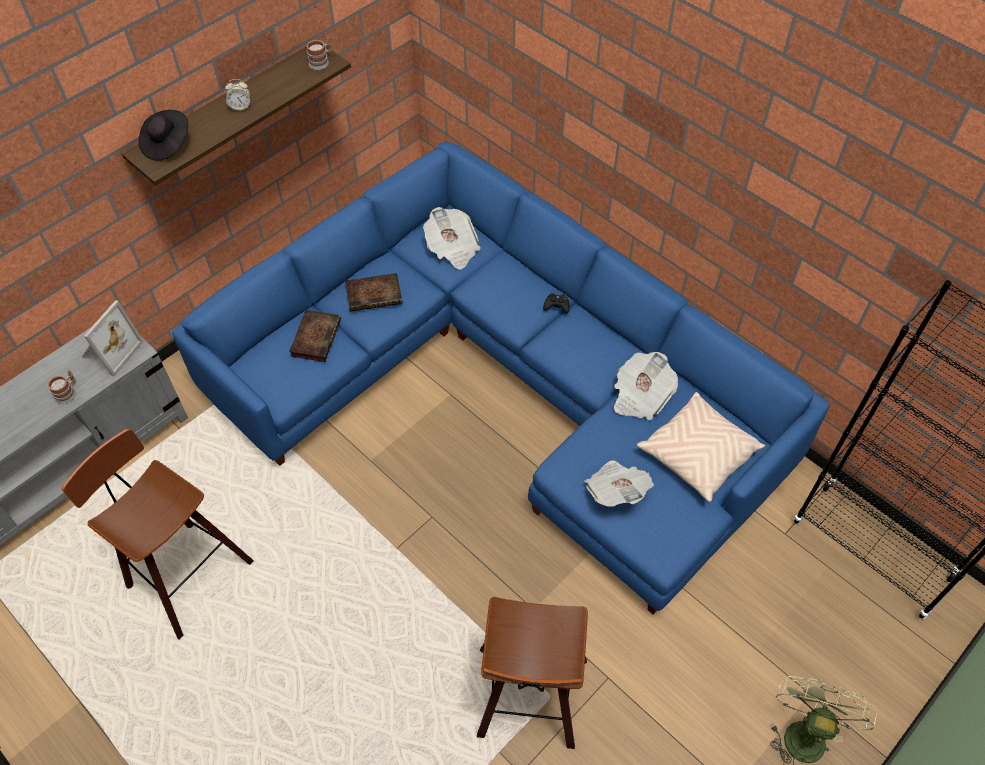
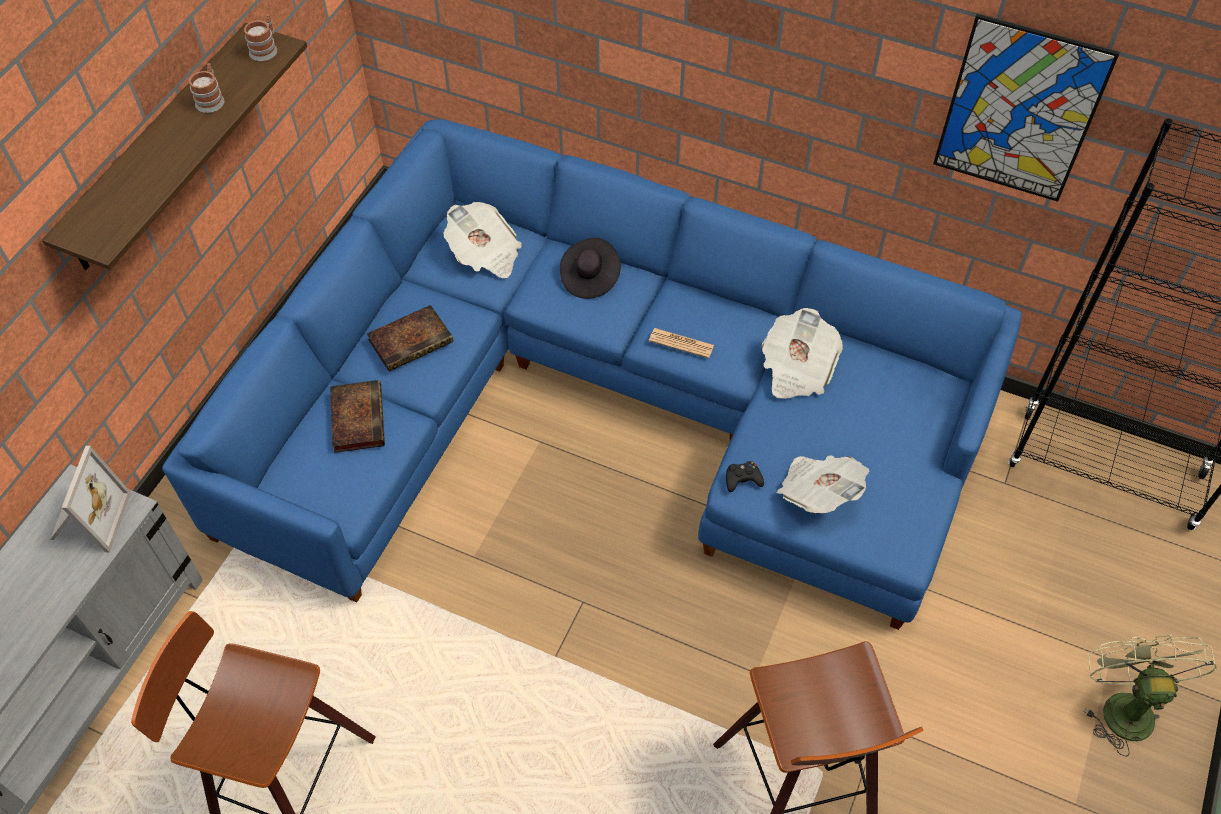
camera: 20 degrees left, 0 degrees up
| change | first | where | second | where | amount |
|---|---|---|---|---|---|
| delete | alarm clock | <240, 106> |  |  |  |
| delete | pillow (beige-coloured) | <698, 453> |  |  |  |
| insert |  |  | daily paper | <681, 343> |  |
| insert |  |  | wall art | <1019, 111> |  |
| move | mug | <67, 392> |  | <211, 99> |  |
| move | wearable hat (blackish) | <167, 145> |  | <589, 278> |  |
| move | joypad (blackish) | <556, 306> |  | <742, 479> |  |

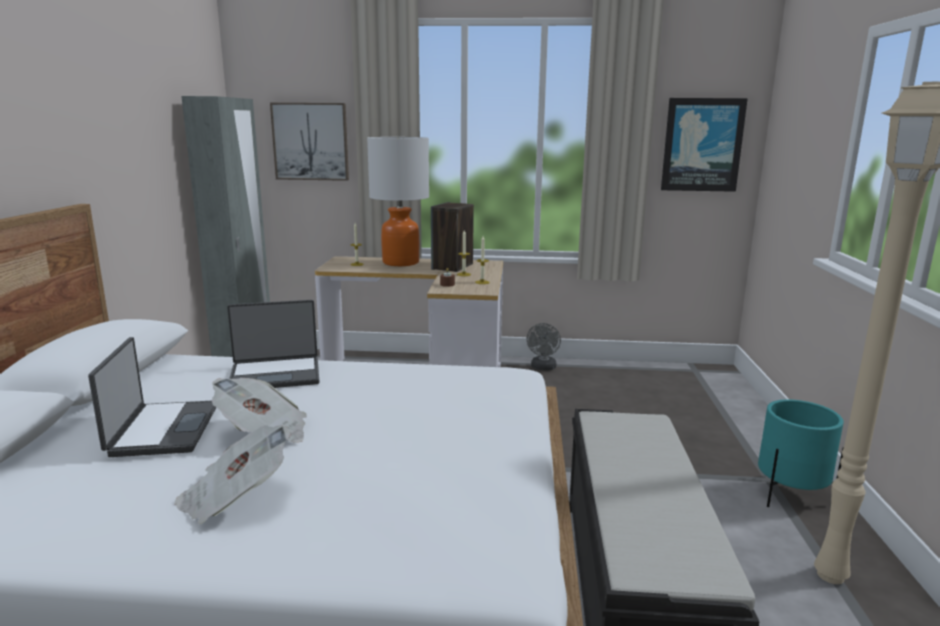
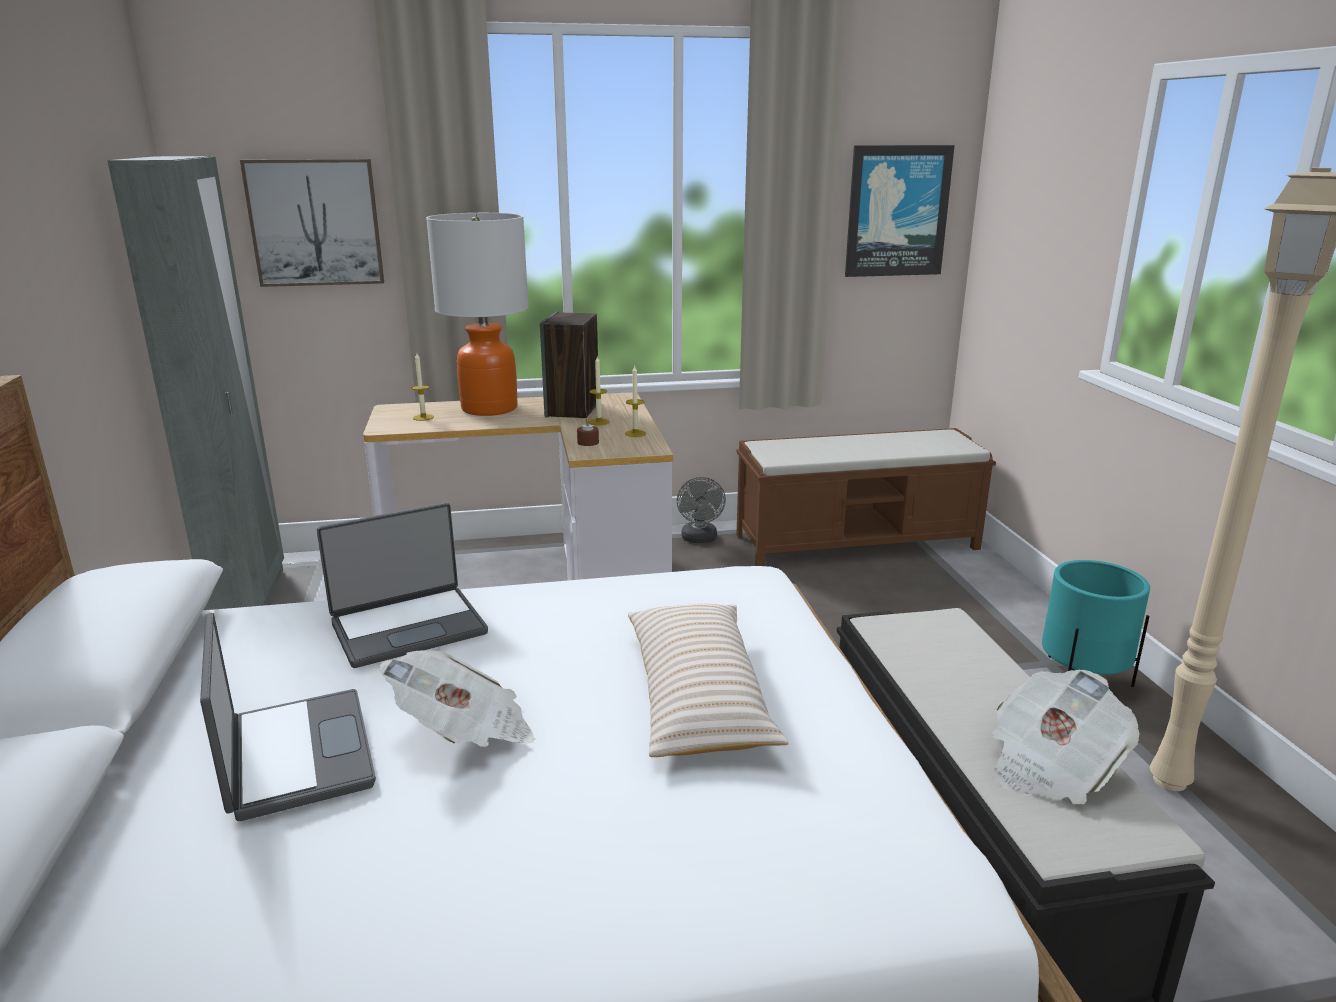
camera: 15 degrees left, 5 degrees up
| change | first | where | second | where | amount |
|---|---|---|---|---|---|
| insert |  |  | pillow (beige-coloured) | <698, 697> |  |
| insert |  |  | indoor bench (brown) | <858, 542> |  |
| move | daily paper | <235, 498> |  | <1050, 766> |  |

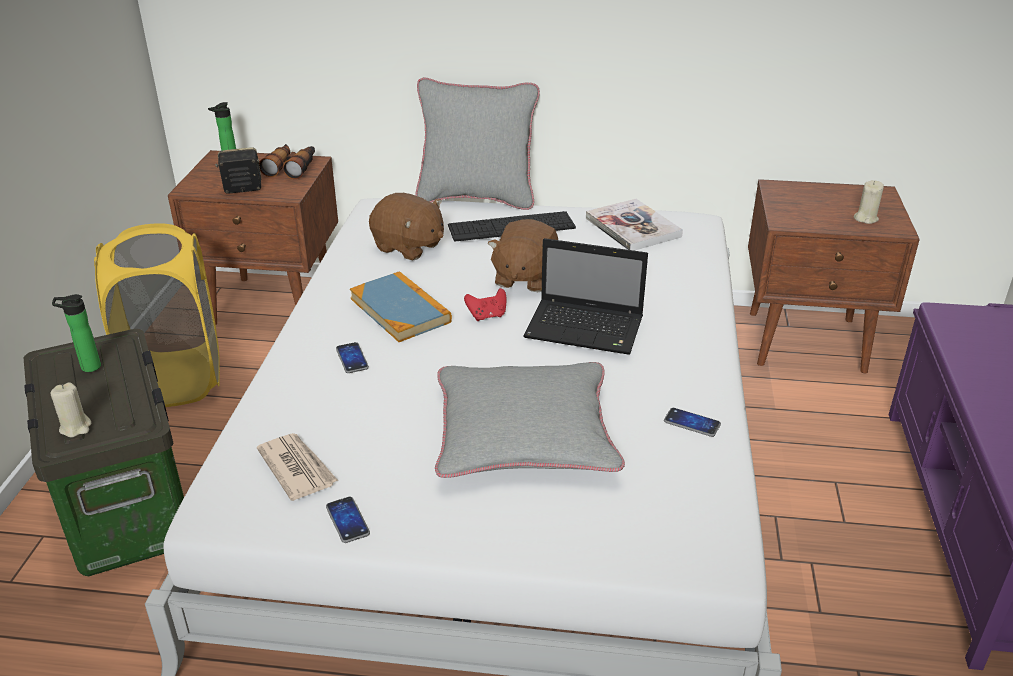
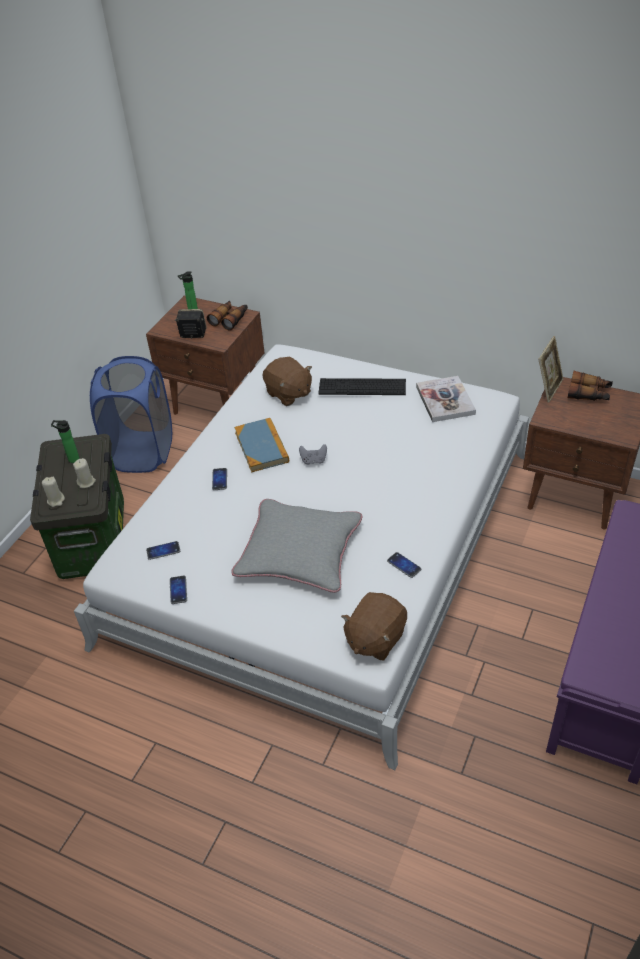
camera: 20 degrees right, 10 degrees up
| change | first | where | second | where | amount |
|---|---|---|---|---|---|
| delete | pillow (greyish) | <477, 197> |  |  |  |
| delete | notebook computer | <586, 329> |  |  |  |
| insert |  |  | standing frame | <548, 388> |  |
| insert |  |  | binoculars | <589, 393> |  |
| move | soft toy (brown) | <524, 278> |  | <375, 638> |  |
| move | wax candle (beige-coloured) | <865, 218> |  | <86, 482> |  |
| replace | daily paper | <297, 468> | handset | <163, 551> |  |
| recolor | hamper (yellowish) | <176, 378> | hamper (bluish) | <142, 452> |  |
| recolor | joypad (reddish) | <487, 316> | joypad (greyish) | <313, 461> |  |

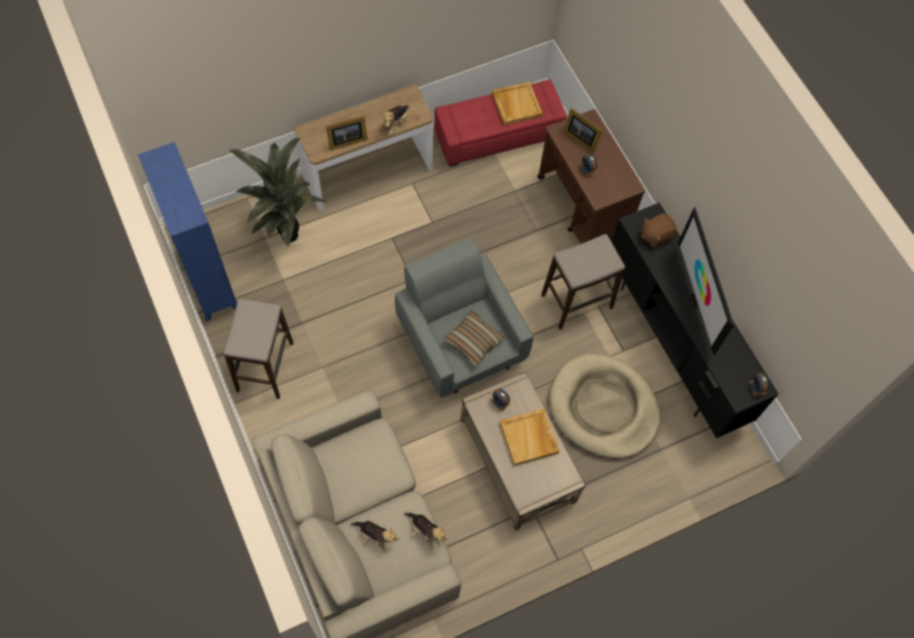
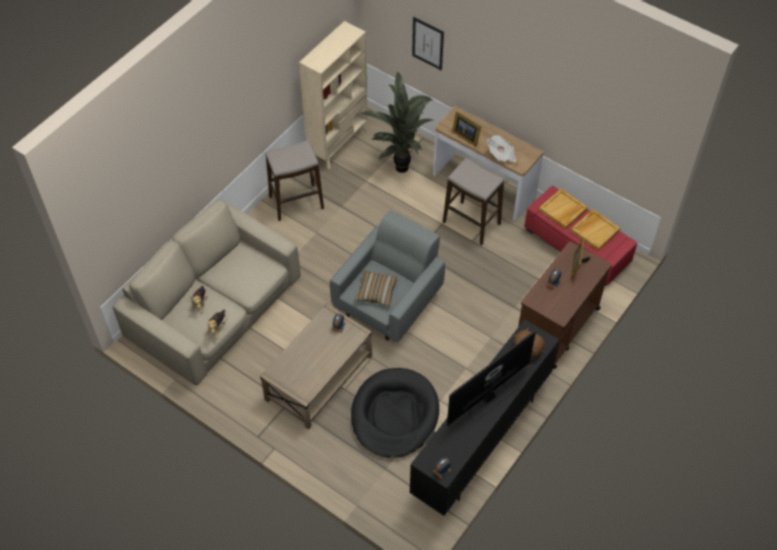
camera: 65 degrees right, 10 degrees down
| change | first | where | second | where | amount |
|---|---|---|---|---|---|
| insert |  |  | wall art | <428, 43> |  |
| move | serving tray (beige-coloured) | <529, 438> |  | <562, 210> |  |
| move | stool | <576, 301> |  | <471, 223> |  |
| replace | soft toy | <395, 123> | daily paper | <501, 155> |  |
| recolor | bookcase (bluish) | <209, 280> | bookcase (beige-coloured) | <338, 143> |  |
| recolor | dog cushion (beige-coloured) | <603, 408> | dog cushion (blackish) | <394, 415> |  |

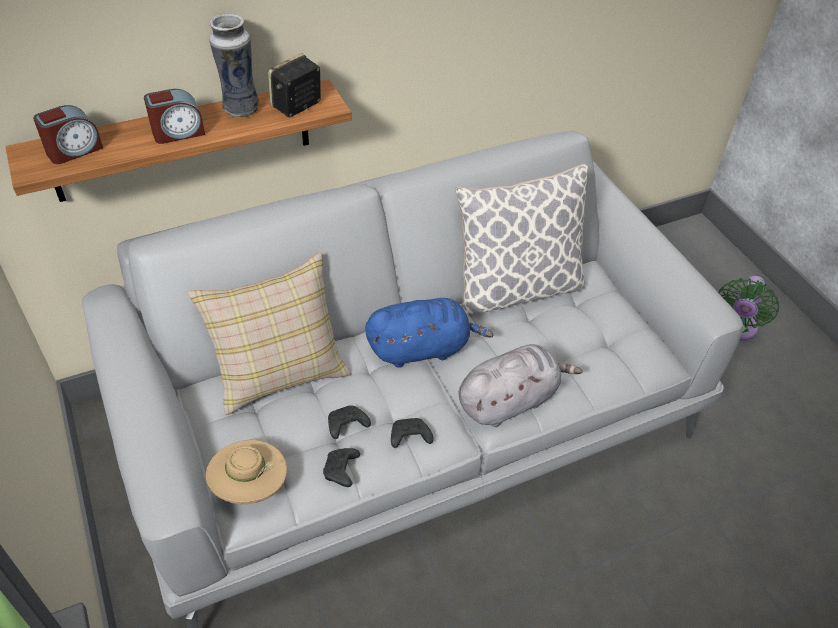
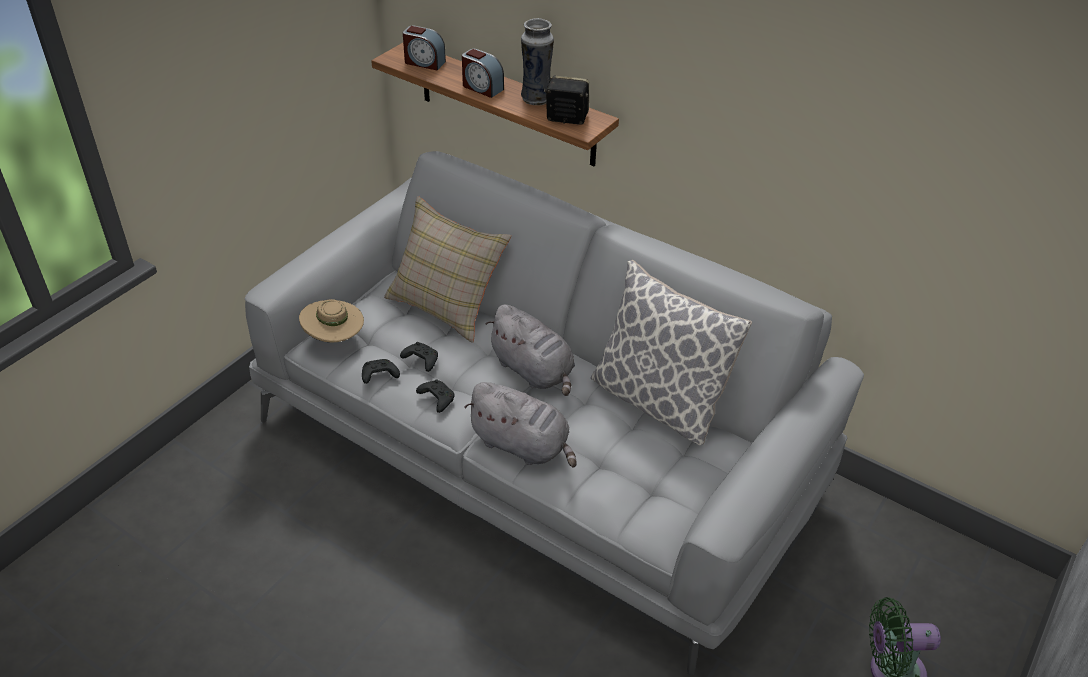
camera: 60 degrees right, 5 degrees down
| change | first | where | second | where | amount |
|---|---|---|---|---|---|
| recolor | soft toy (bluish) | <422, 348> | soft toy (greyish) | <534, 371> |  |

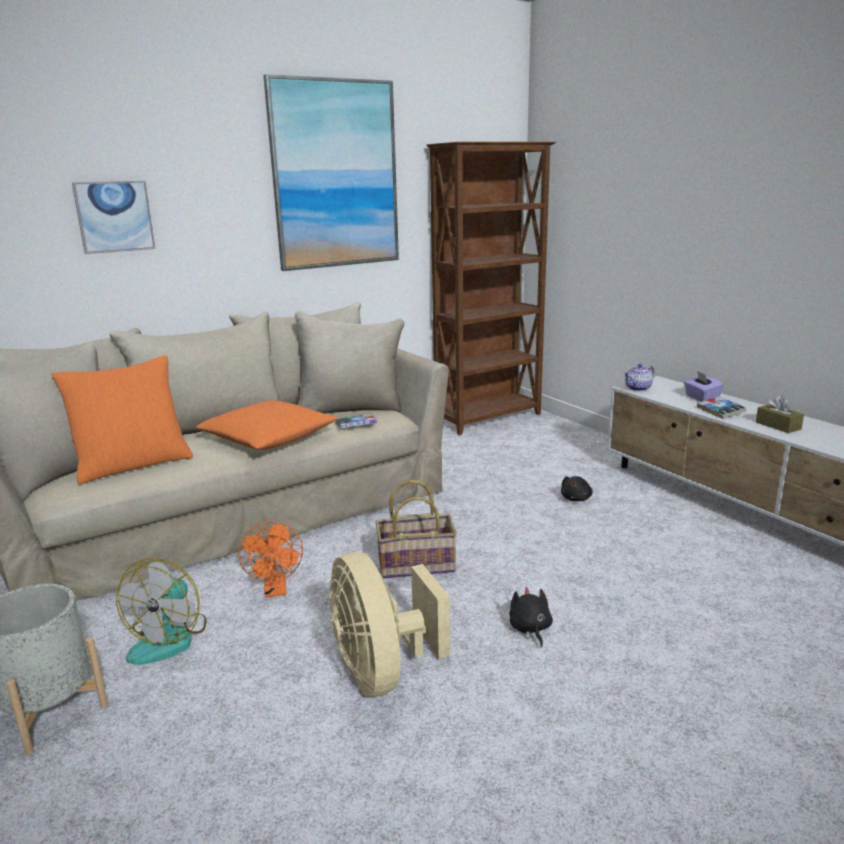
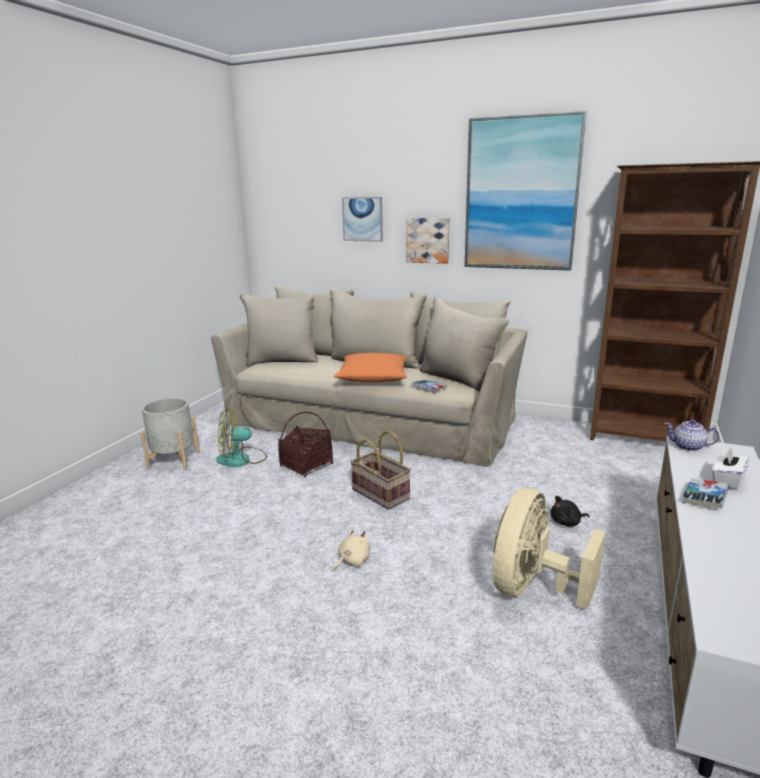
camera: 55 degrees right, 0 degrees up
| change | first | where | second | where | amount |
|---|---|---|---|---|---|
| delete | pillow (orangey) | <133, 465> |  |  |  |
| delete | tissue holder (brown) | <778, 426> |  |  |  |
| insert |  |  | wall art | <428, 240> |  |
| move | cooling fan (beige-coloured) | <382, 672> |  | <532, 588> |  |
| replace | cooling fan (orangey) | <276, 590> | household basket | <307, 465> |  |
| recolor | soft toy (blackish) | <530, 629> | soft toy (beige-coloured) | <352, 561> |  |
| recolor | tissue holder (purplish) | <701, 398> | tissue holder (white-coloured) | <727, 480> |  |

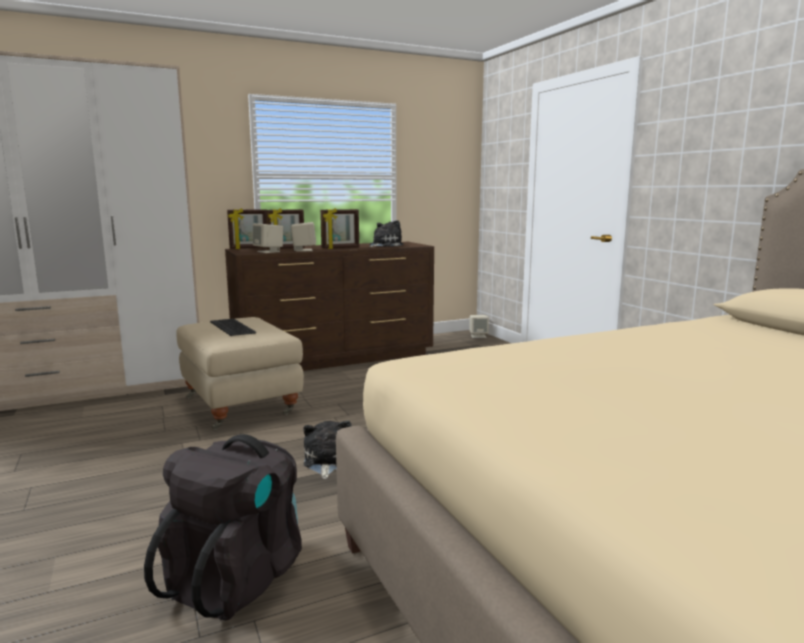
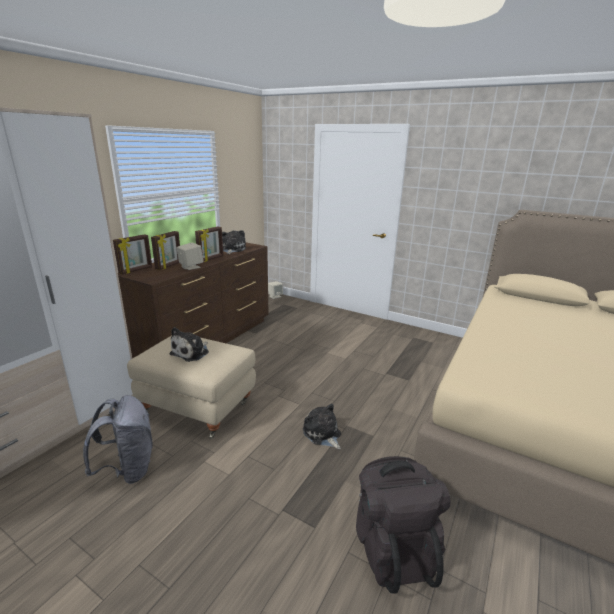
camera: 35 degrees left, 10 degrees up
| change | first | where | second | where | amount |
|---|---|---|---|---|---|
| delete | speaker (beige-coloured) | <269, 251> |  |  |  |
| insert |  |  | backpack (greyish) | <128, 469> |  |
| replace | computer keyboard | <233, 328> | soft toy | <191, 352> |  |

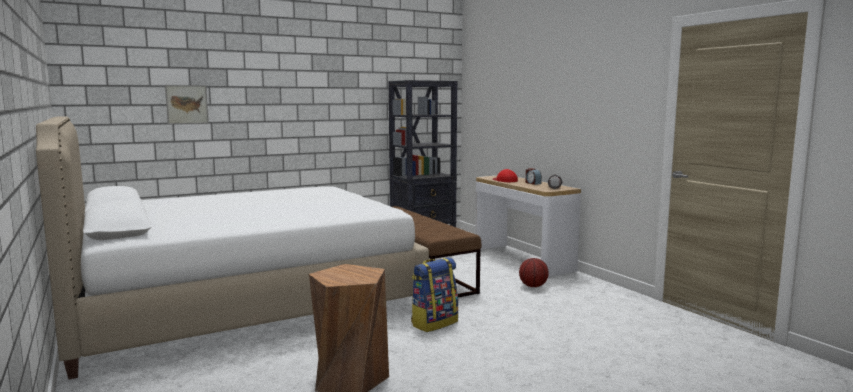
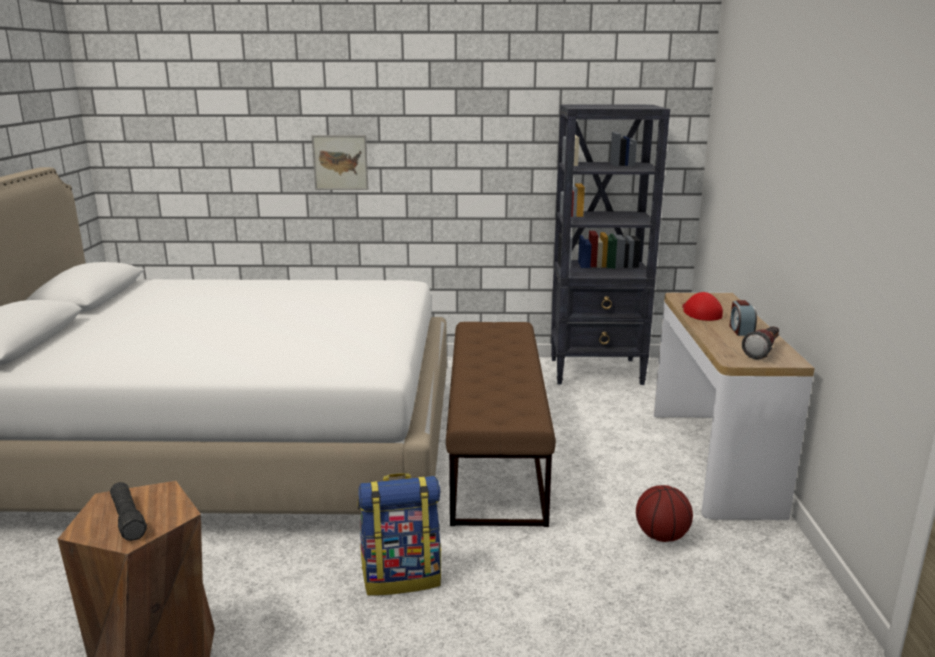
camera: 30 degrees right, 10 degrees up
| change | first | where | second | where | amount |
|---|---|---|---|---|---|
| insert |  |  | hand torch (blackish) | <128, 519> |  |
| move | wall art | <187, 104> |  | <340, 162> |  |

